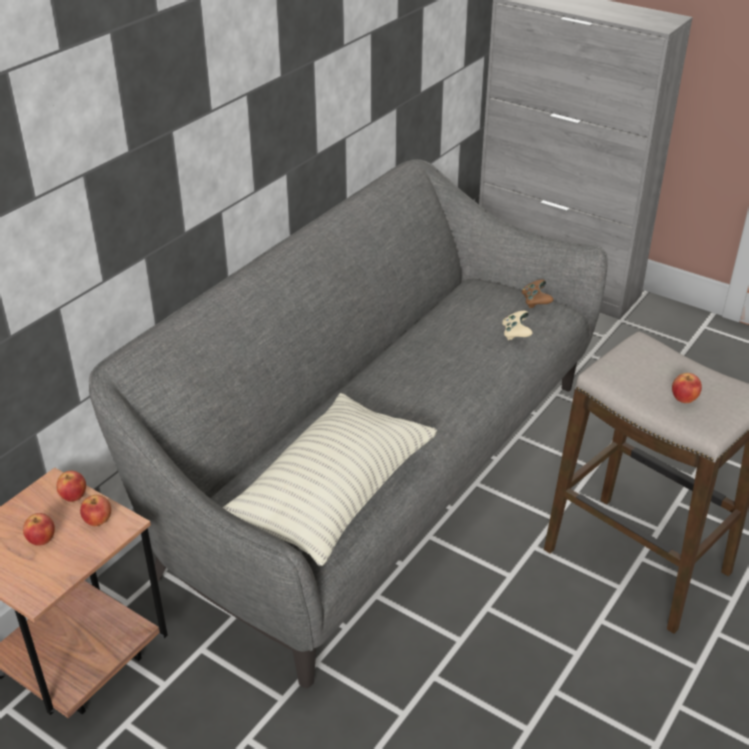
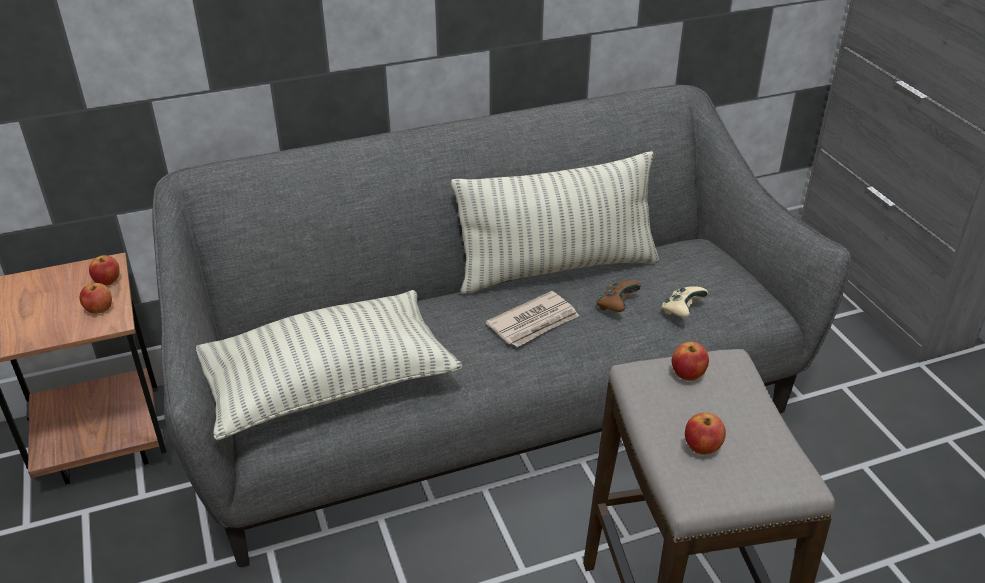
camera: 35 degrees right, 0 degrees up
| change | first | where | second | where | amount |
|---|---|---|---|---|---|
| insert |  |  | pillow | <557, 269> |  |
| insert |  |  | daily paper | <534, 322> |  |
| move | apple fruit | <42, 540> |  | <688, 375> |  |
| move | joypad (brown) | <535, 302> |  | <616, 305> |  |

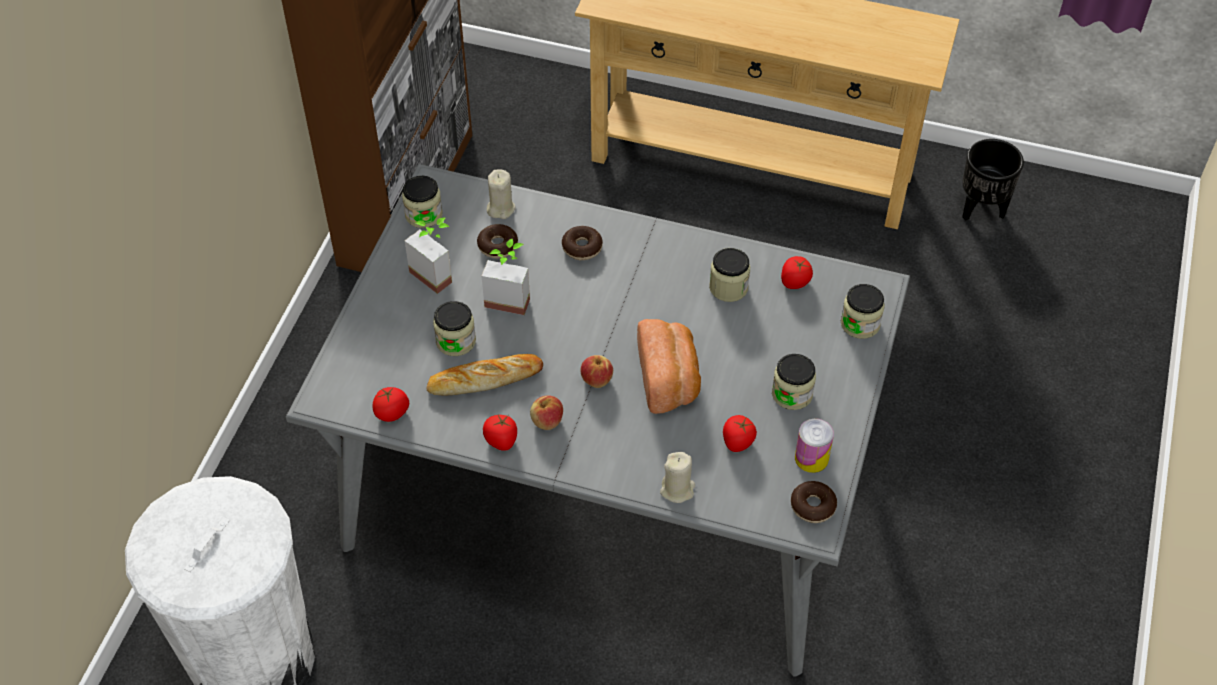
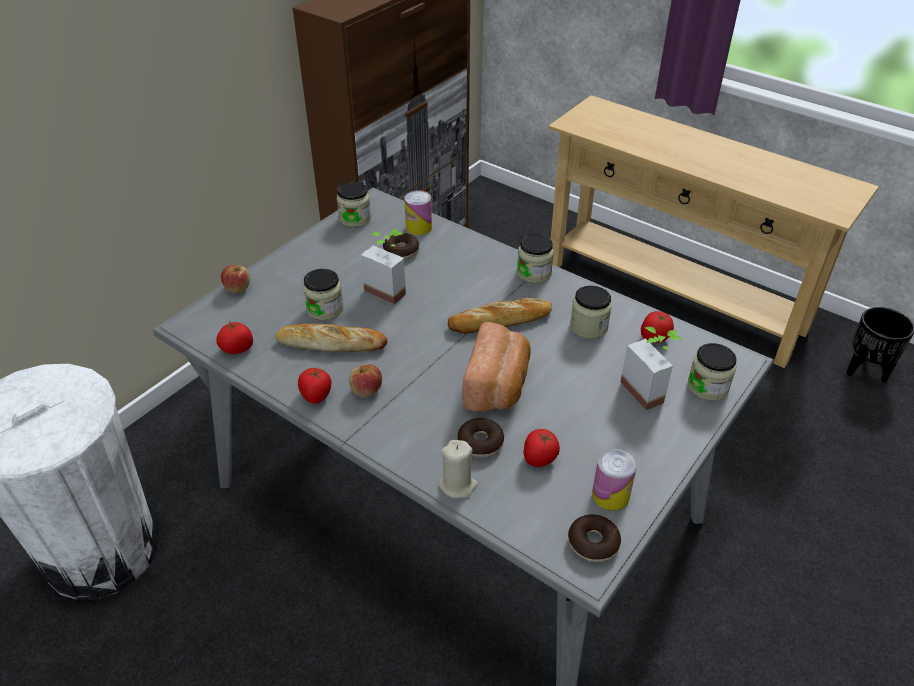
camera: 20 degrees right, 10 degrees down
| change | first | where | second | where | amount |
|---|---|---|---|---|---|
| insert |  |  | baked bread | <501, 320> |  |
| move | houseplant | <437, 272> |  | <649, 389> |  |
| move | donut | <582, 247> |  | <480, 443> |  |
| move | apple fruit | <596, 379> |  | <237, 288> |  |
| move | jar | <792, 394> |  | <534, 273> |  |
| replace | wax candle (beige-coloured) | <500, 208> | sealed can | <418, 227> |  |

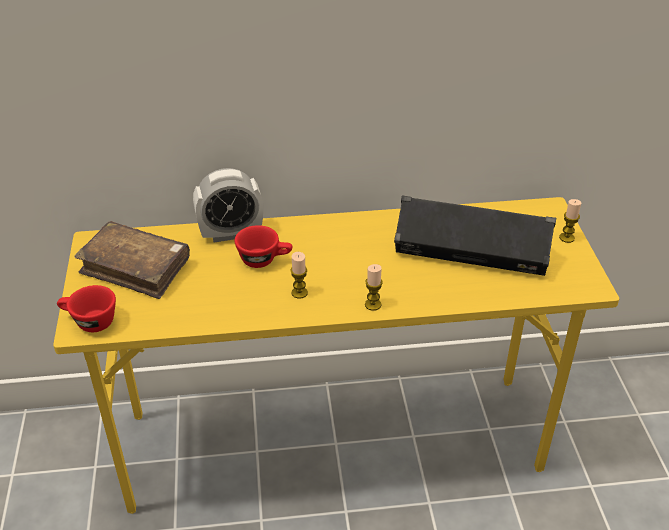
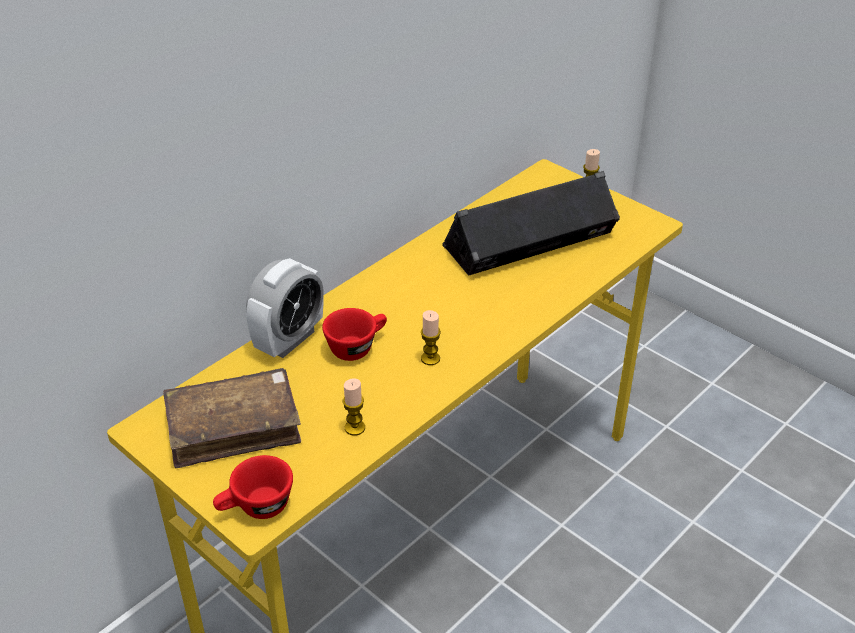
camera: 40 degrees left, 0 degrees up
| change | first | where | second | where | amount |
|---|---|---|---|---|---|
| move | wax candle | <373, 305> |  | <355, 428> |  |

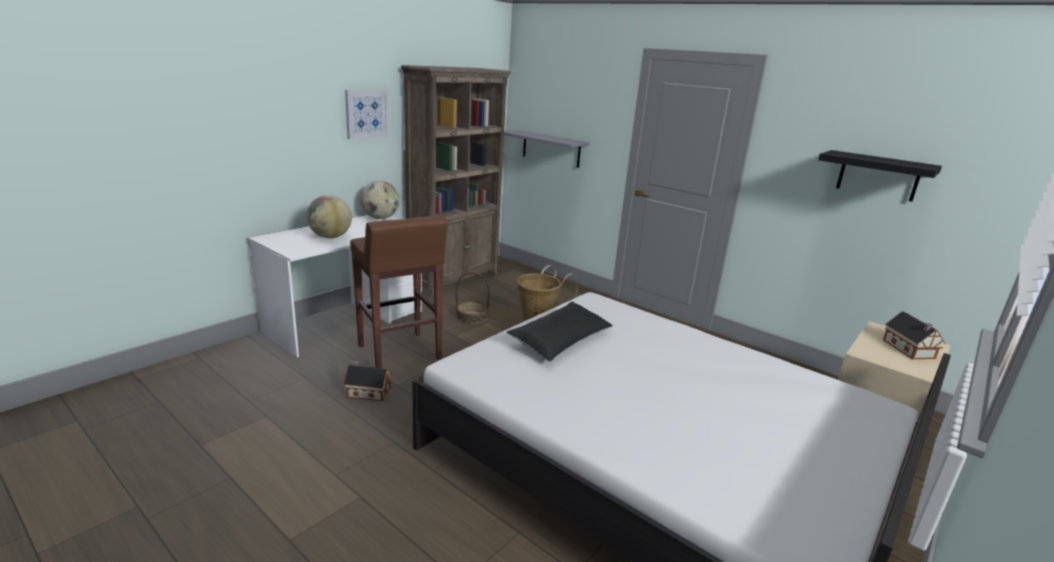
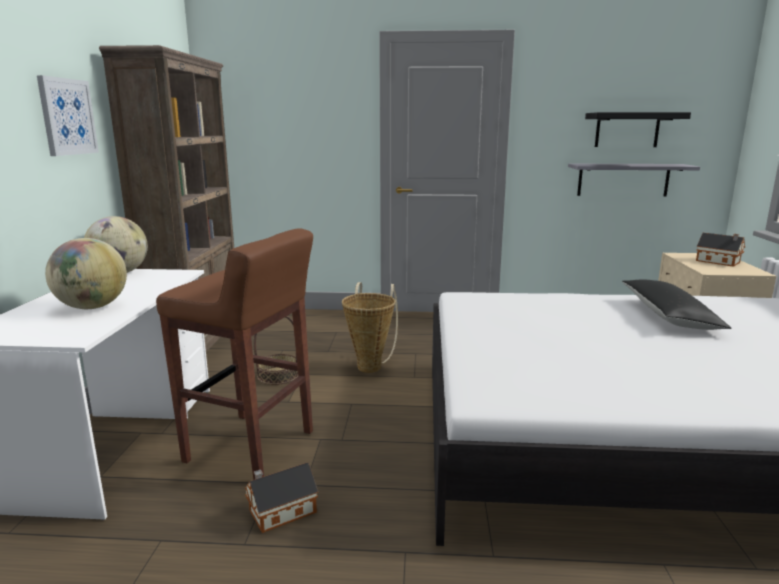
camera: 35 degrees left, 5 degrees down
| change | first | where | second | where | amount |
|---|---|---|---|---|---|
| move | bracket shelf (greyish) | <551, 148> |  | <623, 180> |  |
| move | pillow (blackish) | <560, 340> |  | <669, 316> |  |

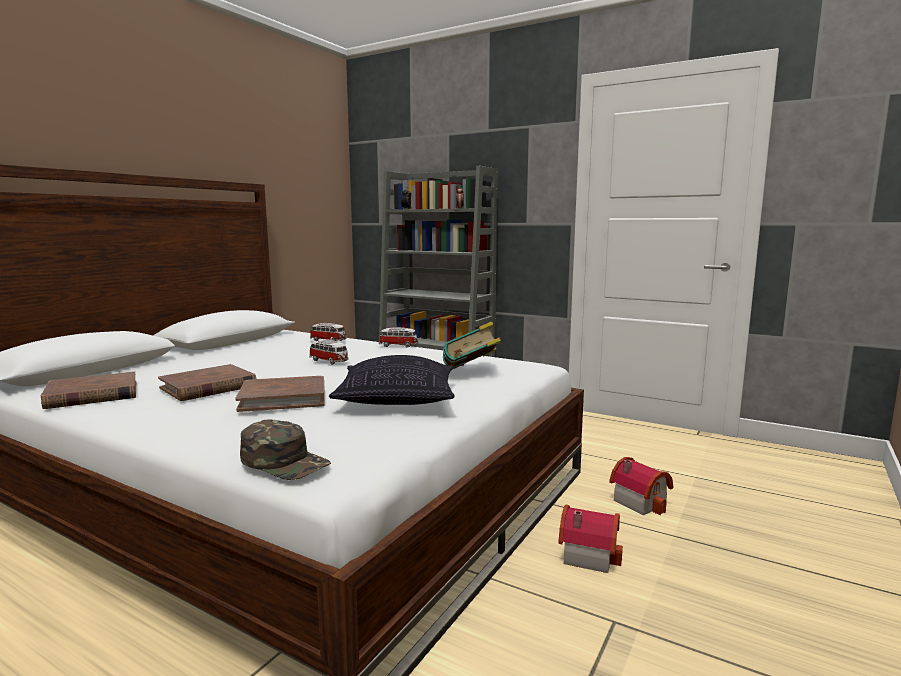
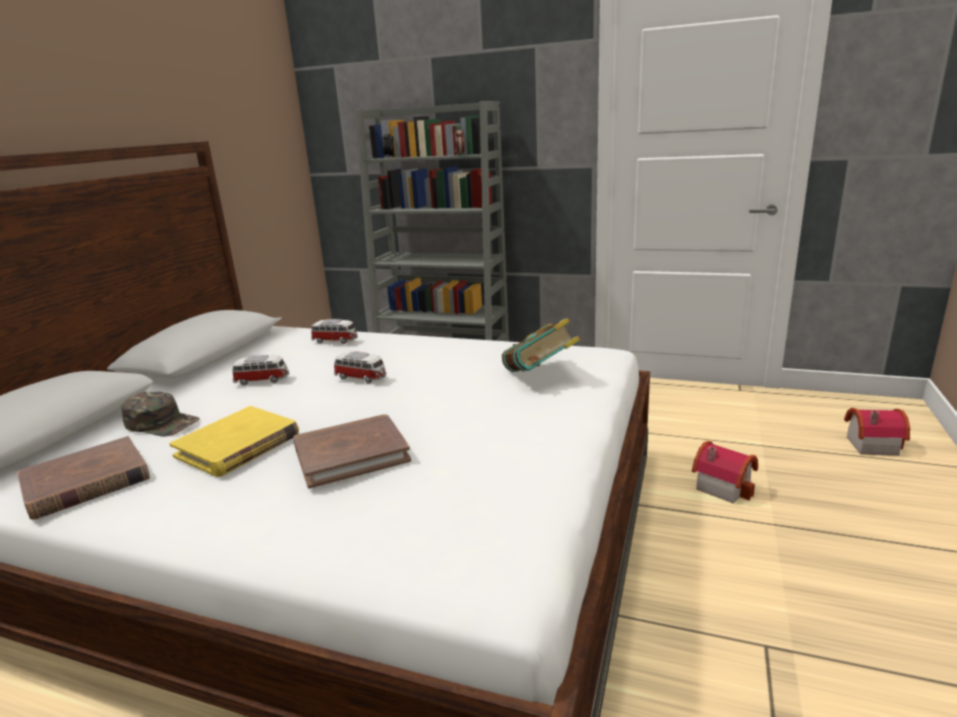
camera: 10 degrees left, 10 degrees up
| change | first | where | second | where | amount |
|---|---|---|---|---|---|
| delete | pillow | <396, 401> |  |  |  |
| move | cap (green-coloured) | <285, 461> |  | <162, 423> |  |
| move | miniature car | <399, 345> |  | <262, 380> |  |
| move | model house | <587, 554> |  | <869, 444> |  |
| recolor | bound book (brown) | <208, 387> | bound book (yellowish) | <238, 445> |  |

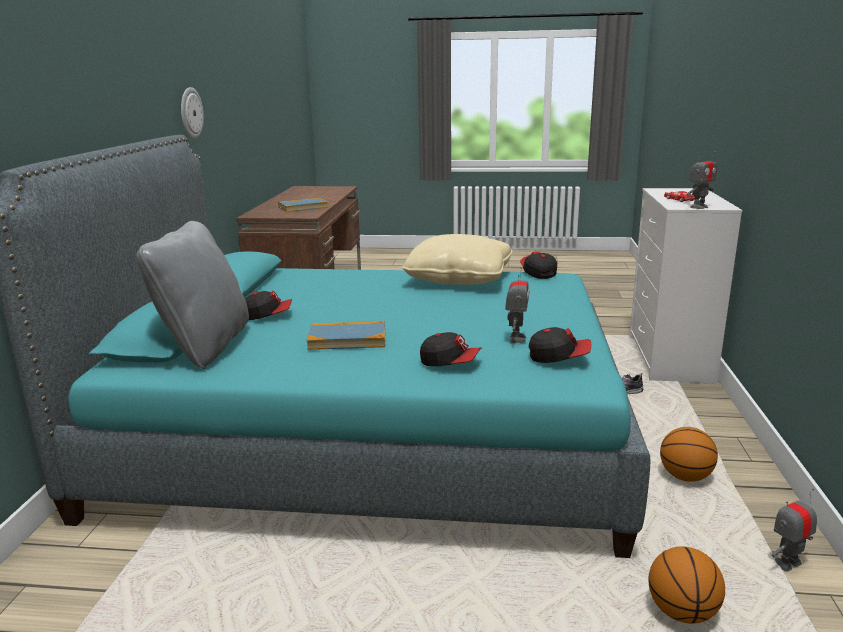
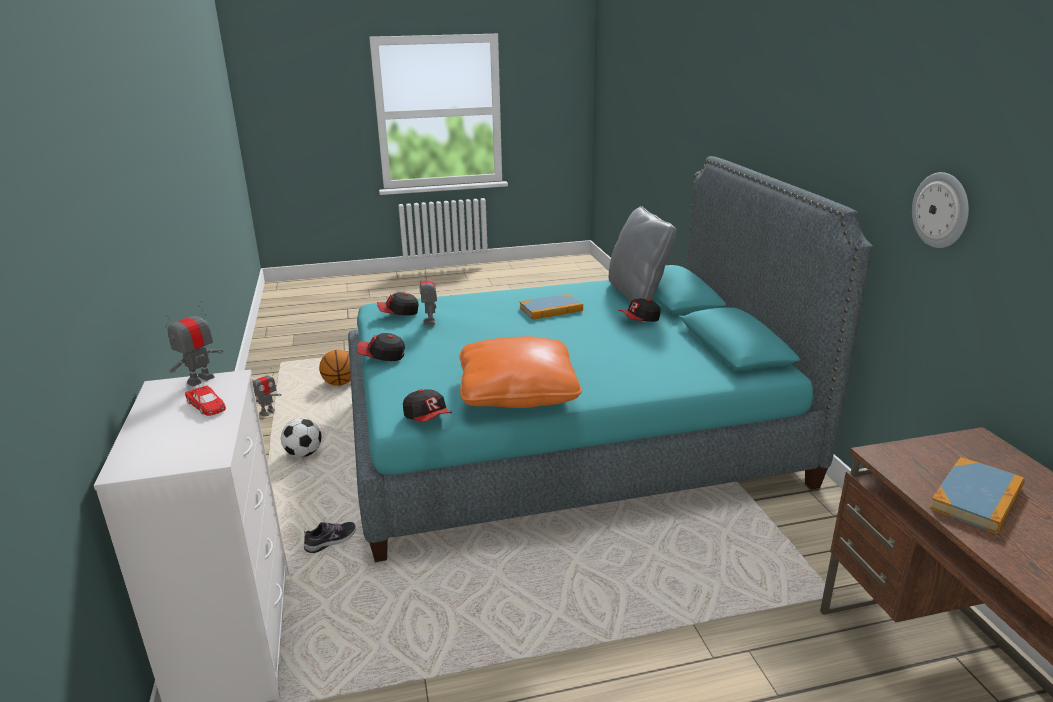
camera: 160 degrees right, 5 degrees up
| change | first | where | second | where | amount |
|---|---|---|---|---|---|
| move | cap | <450, 363> |  | <382, 356> |  |
| replace | basketball ball | <685, 476> | football ball | <304, 454> |  |
| recolor | pillow (beige-coloured) | <459, 278> | pillow (orangey) | <517, 392> |  |

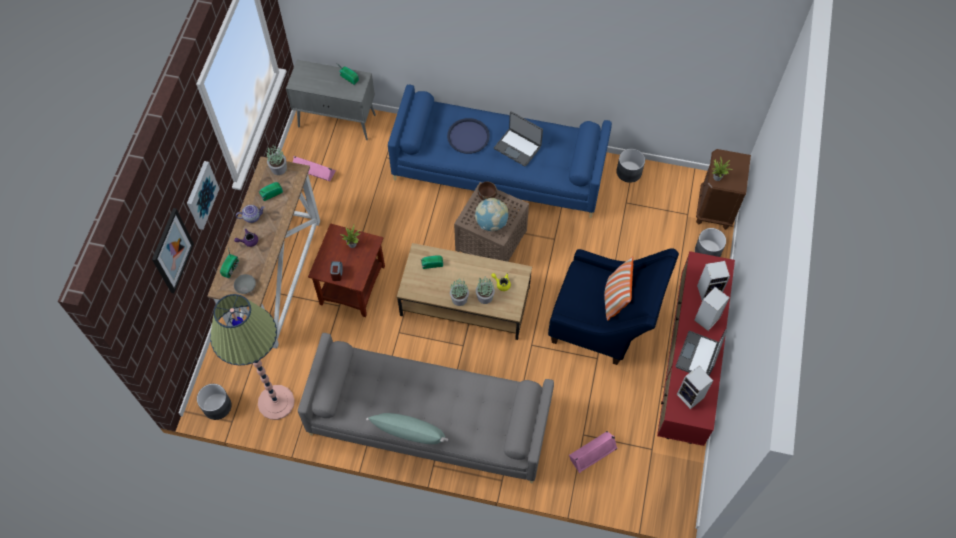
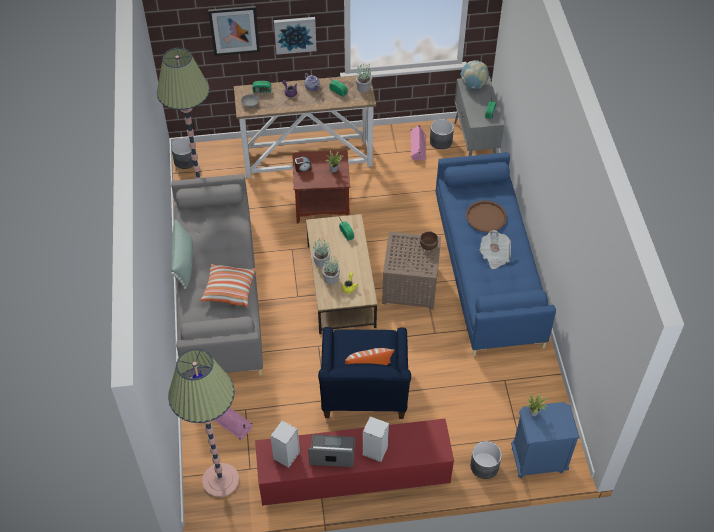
camera: 70 degrees right, 10 degrees down
| change | first | where | second | where | amount |
|---|---|---|---|---|---|
| delete | speaker | <709, 291> |  |  |  |
| insert |  |  | standing lamp | <220, 480> |  |
| insert |  |  | pillow | <229, 290> |  |
| move | globe | <491, 223> |  | <473, 85> |  |
| move | flower pot (greyish) | <629, 171> |  | <441, 141> |  |
| replace | notebook computer | <518, 147> | daily paper | <494, 255> |  |
| recolor | serving tray (bluish) | <468, 136> | serving tray (brown) | <486, 217> |  |
| recolor | bedside table (brown) | <715, 209> | bedside table (bluish) | <537, 461> |  |

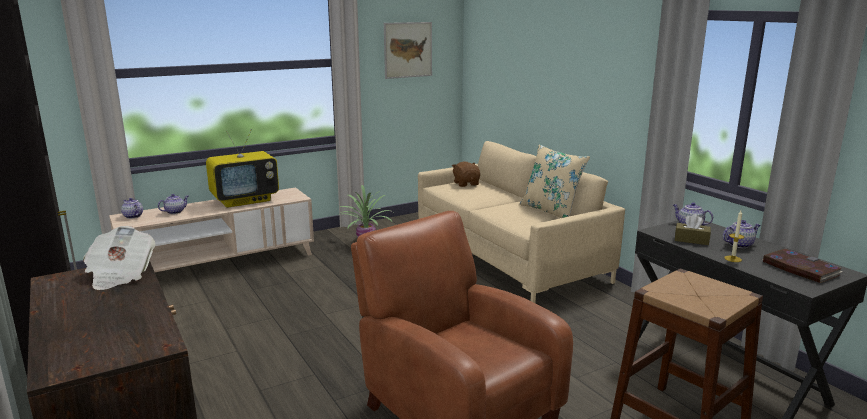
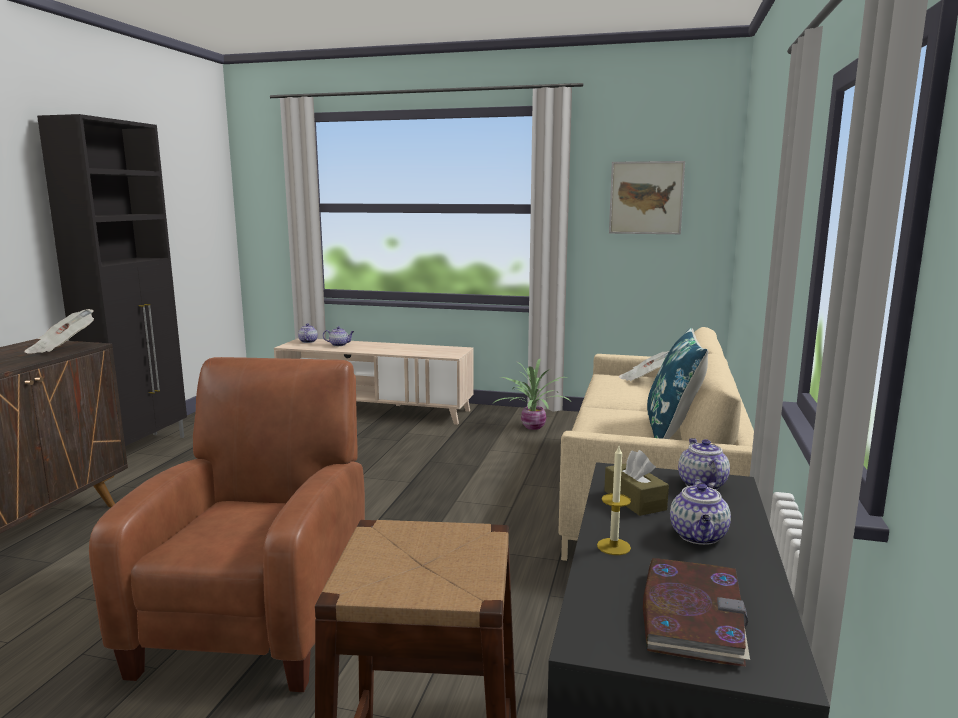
camera: 45 degrees right, 5 degrees down
| change | first | where | second | where | amount |
|---|---|---|---|---|---|
| delete | TV set | <245, 200> |  |  |  |
| replace | soft toy (brown) | <466, 184> | daily paper | <644, 379> |  |
| recolor | pillow (beige-coloured) | <551, 211> | pillow (bluish) | <672, 432> |  |
| rotate | teapot | <739, 244> |  | <699, 536> | 75 degrees clockwise |

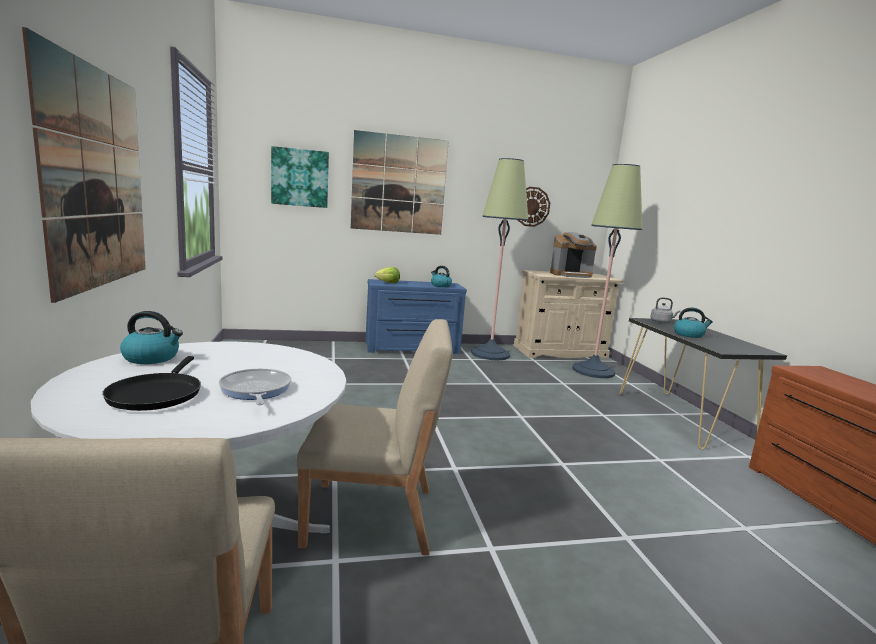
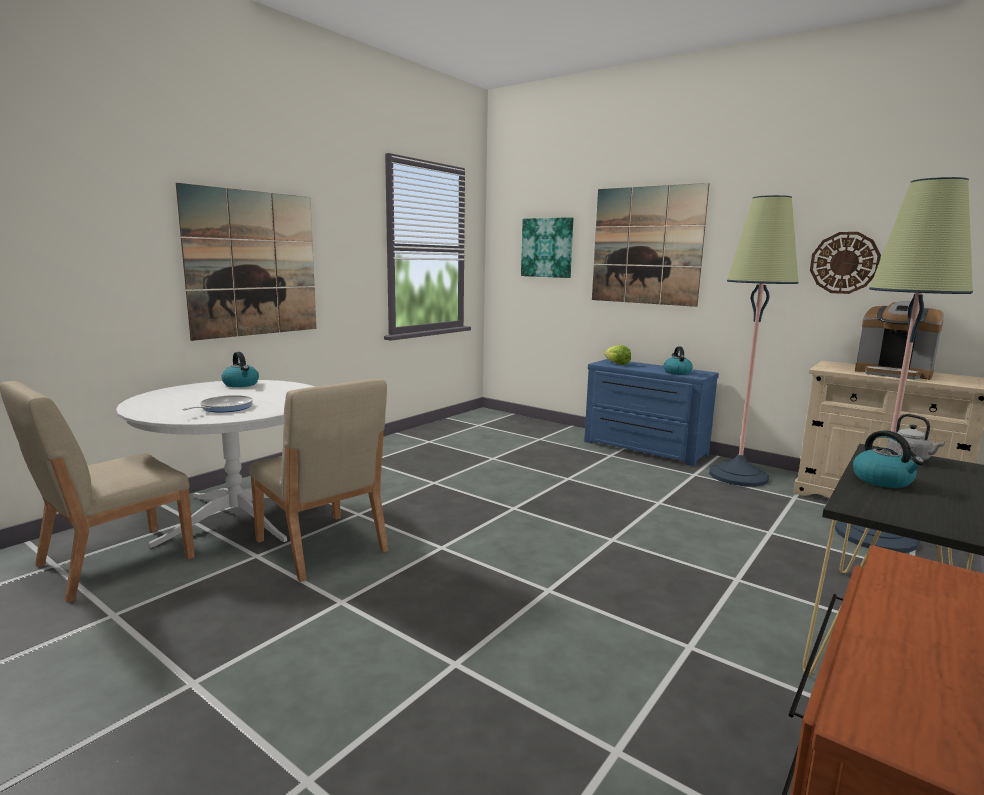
camera: 50 degrees right, 0 degrees up
| change | first | where | second | where | amount |
|---|---|---|---|---|---|
| delete | pan (blackish) | <157, 394> |  |  |  |

